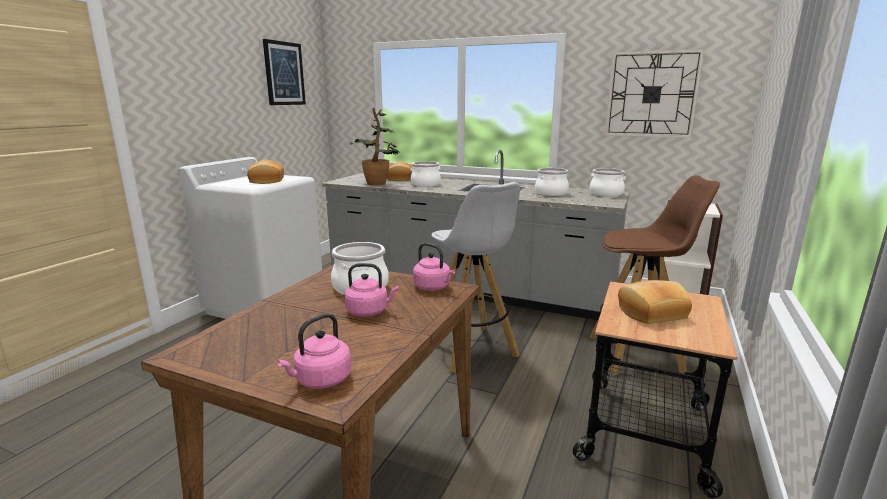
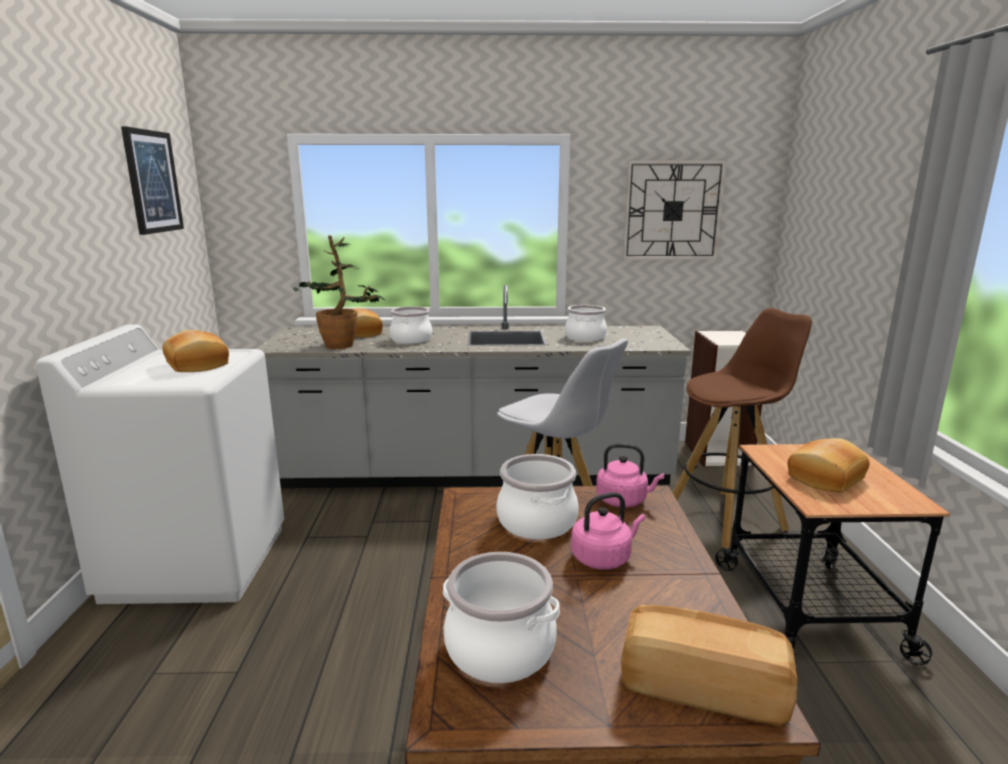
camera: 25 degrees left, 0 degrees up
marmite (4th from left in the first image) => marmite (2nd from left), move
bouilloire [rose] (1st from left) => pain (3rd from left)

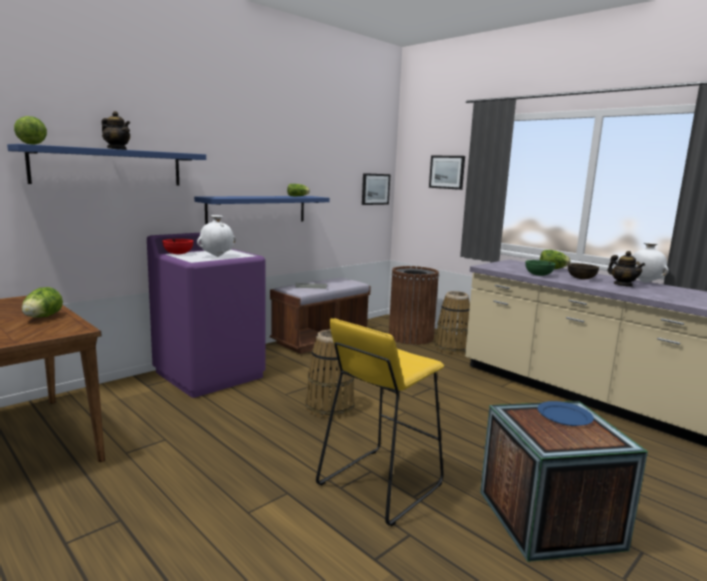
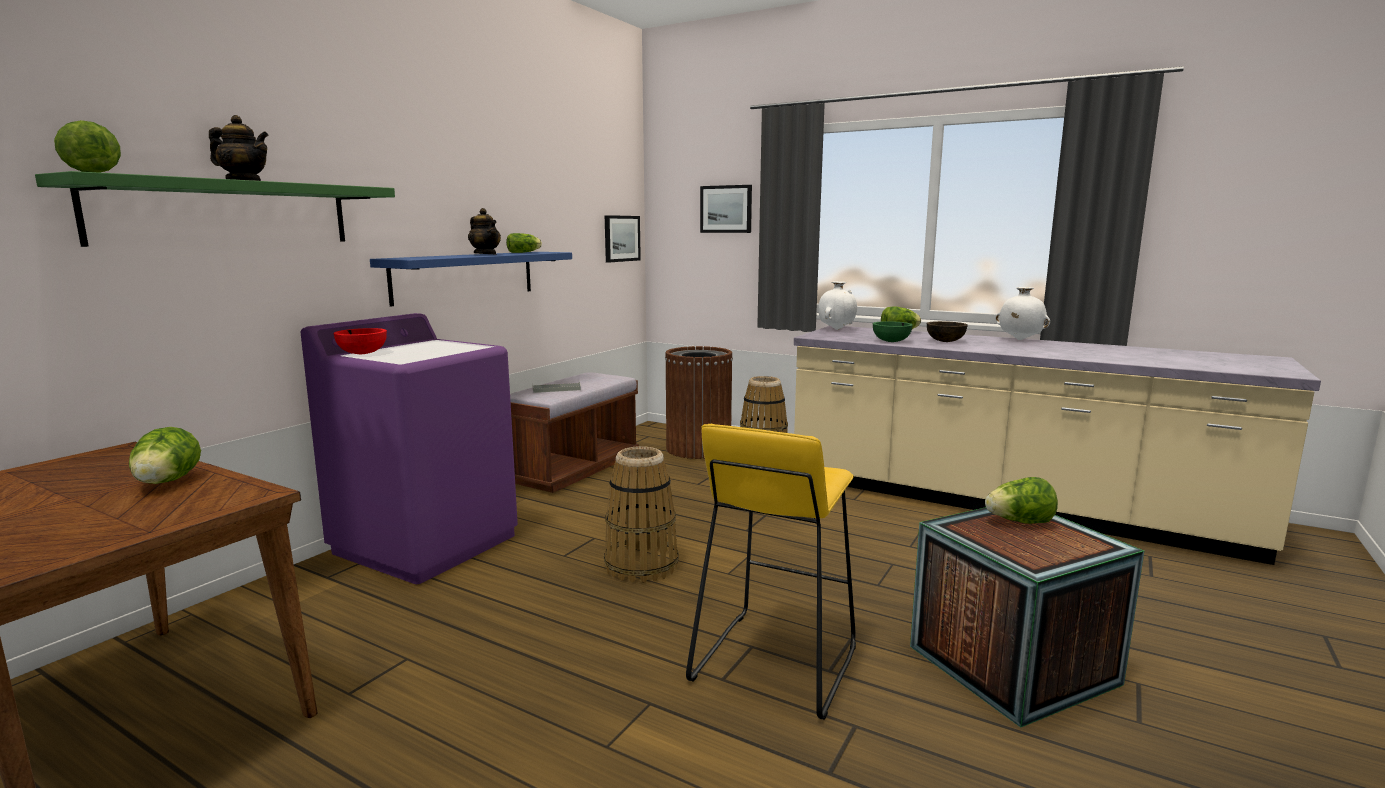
camera: 15 degrees left, 0 degrees up
vase [blanc] (1st from left), move
théière (2nd from left), move
assiette [bleu] => laitue (5th from left)
étagère [bleu] (1st from left) => étagère [vert]

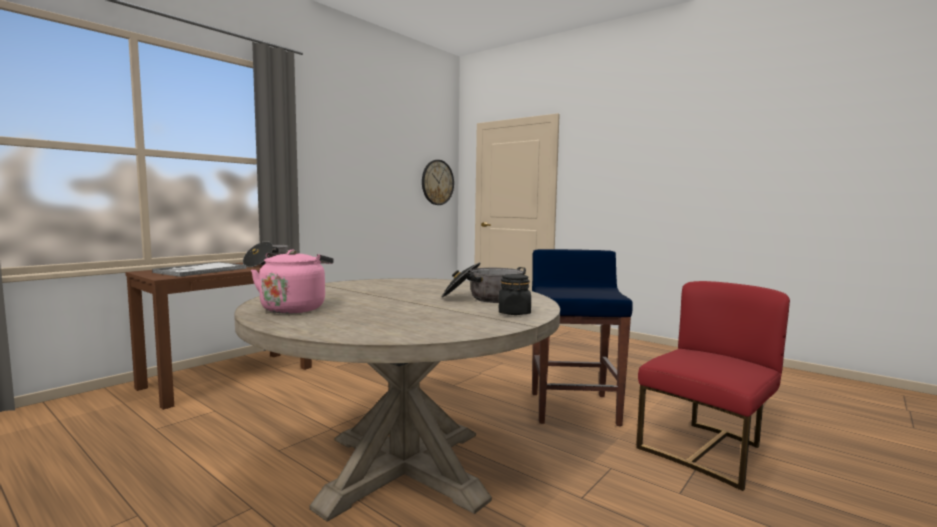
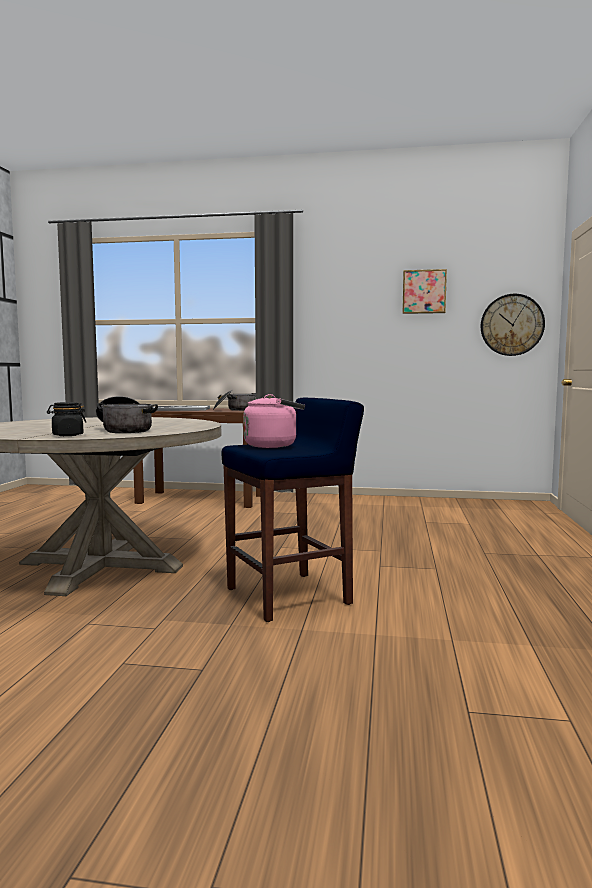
camera: 60 degrees right, 0 degrees up
chaise [rouge] => nothing
nothing => tableau
bouilloire [rose], move

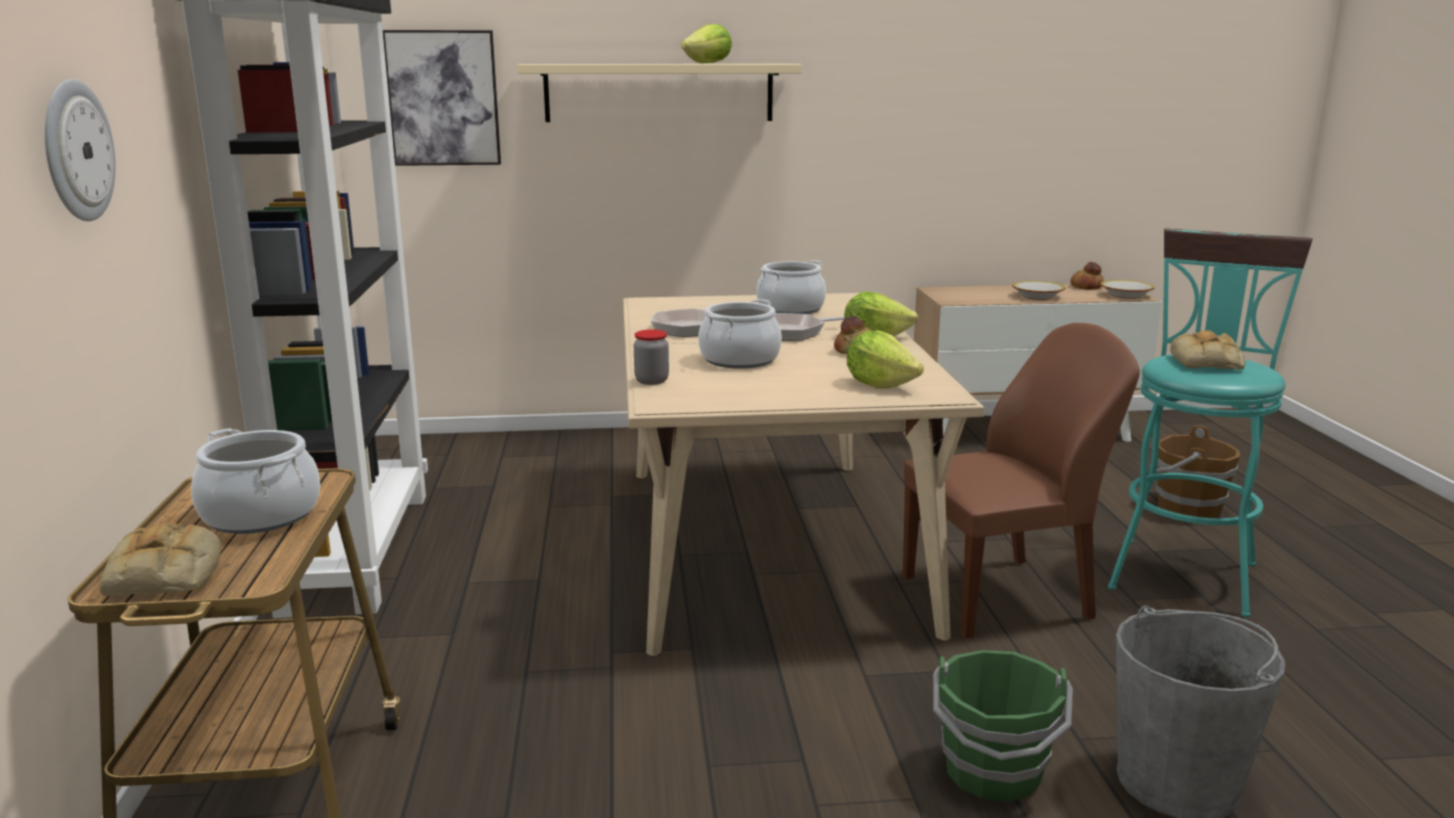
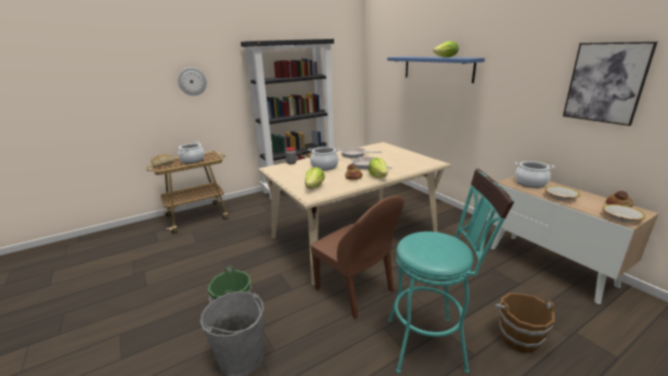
camera: 65 degrees right, 5 degrees up
pain (4th from left) => nothing
tableau, move
marmite (3rd from left), move
étagère [beige] => étagère [bleu]

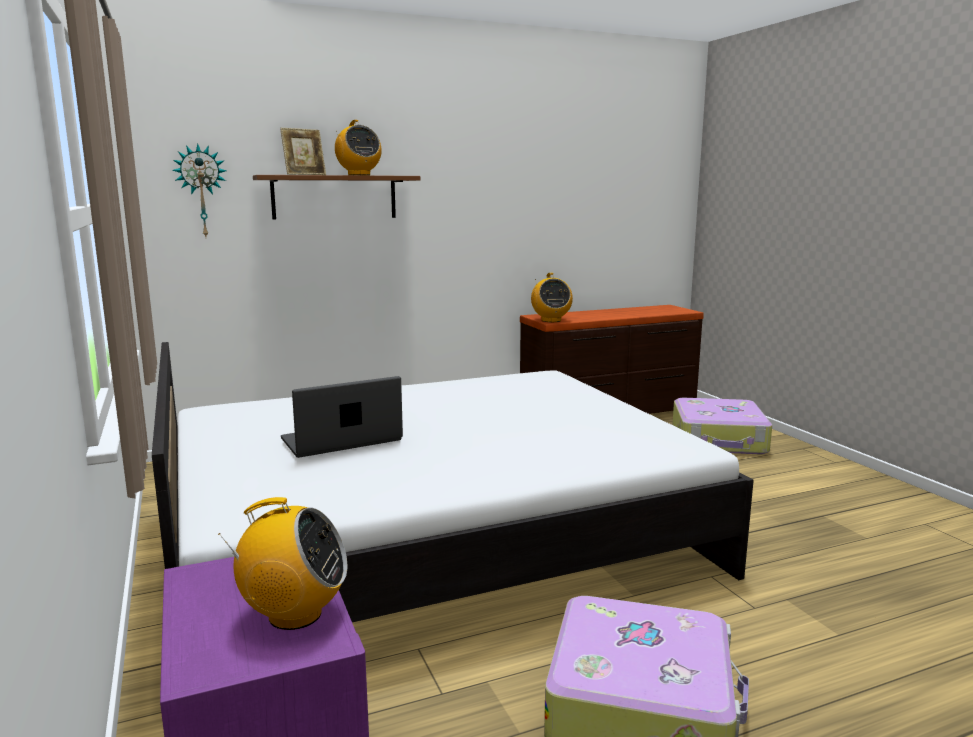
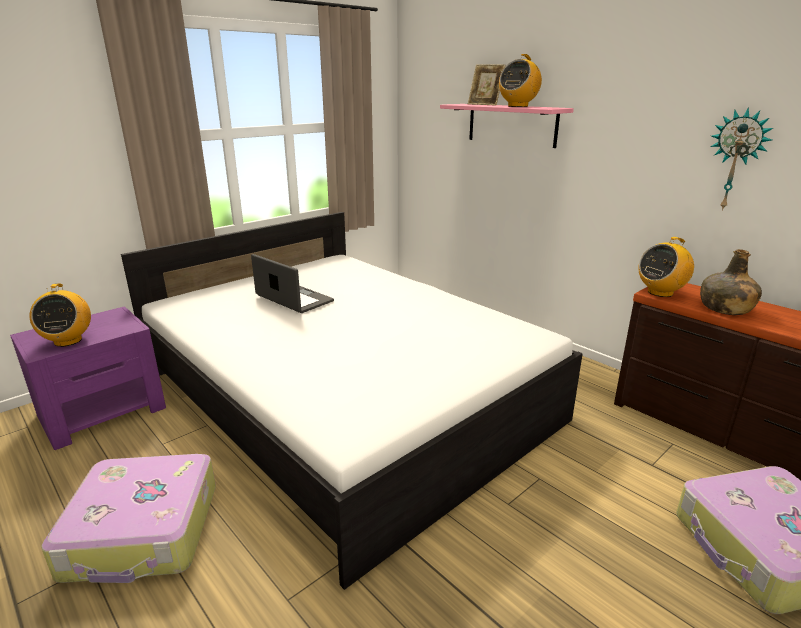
camera: 70 degrees right, 10 degrees up
nothing => bouteille [vert]
horloge murale, move
étagère [marron] => étagère [rose]

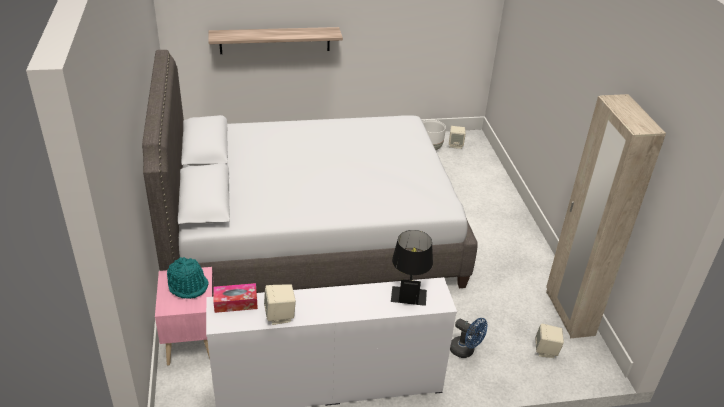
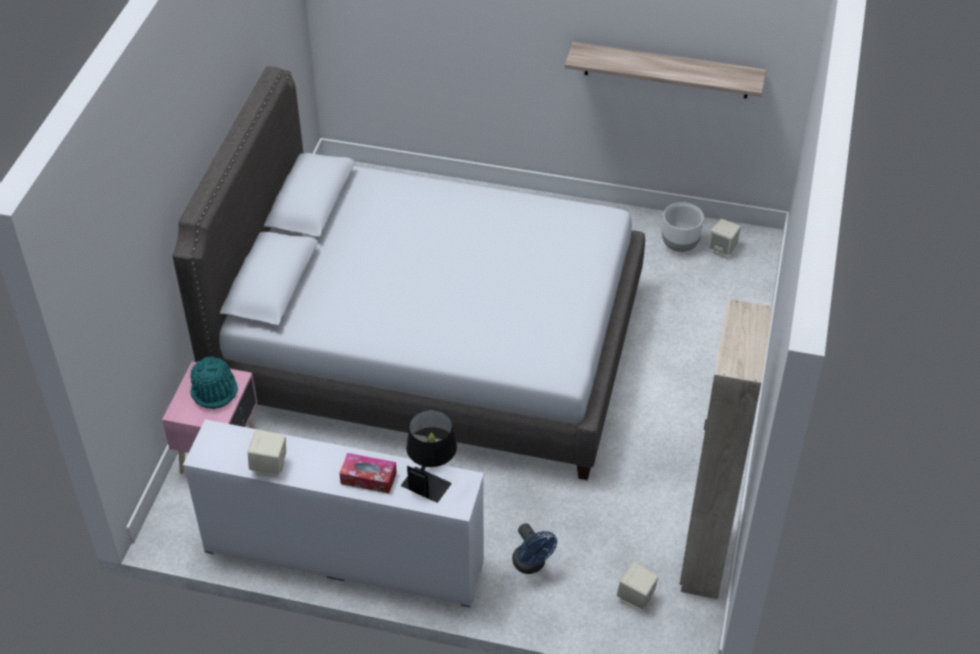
camera: 25 degrees right, 10 degrees up
étagère, move
boîte à mouchoirs, move

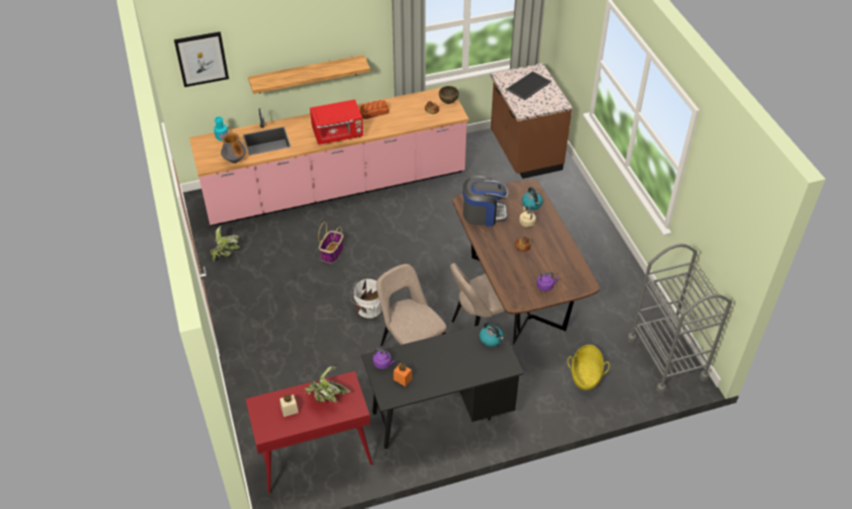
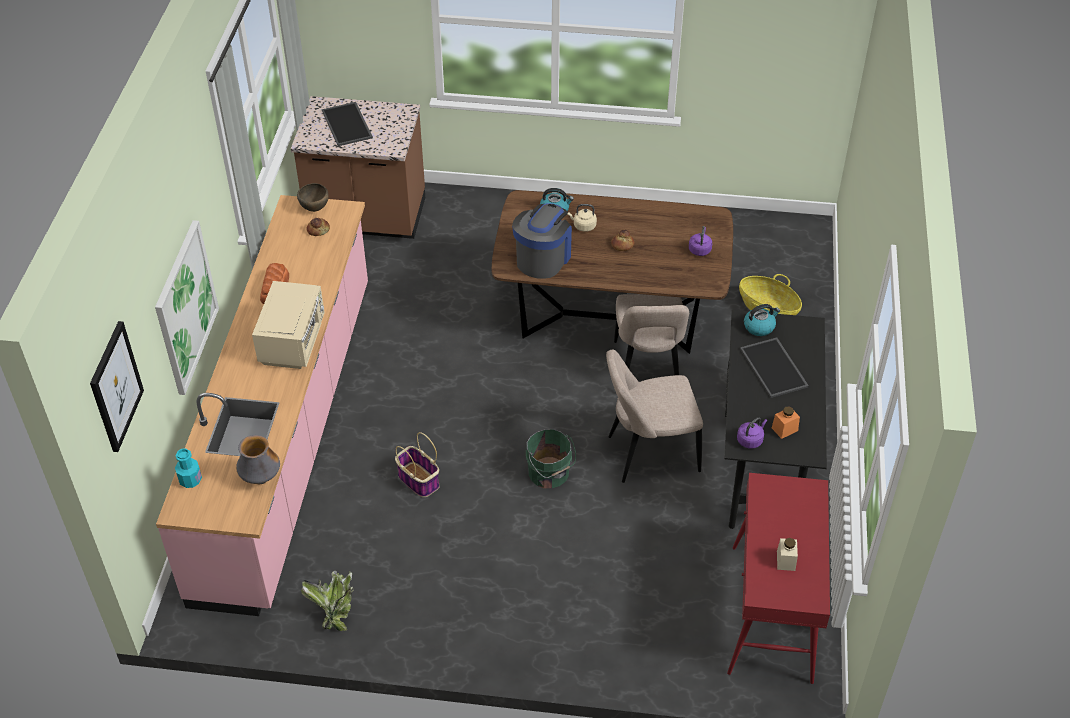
camera: 65 degrees left, 0 degrees up
plante en pot (2nd from left) => nothing
chariot [gris] => nothing
nothing => plateau (2nd from left)
étagère => tableau (2nd from left)
micro-ondes [rouge] => micro-ondes [beige]
seau [blanc] => seau [vert]

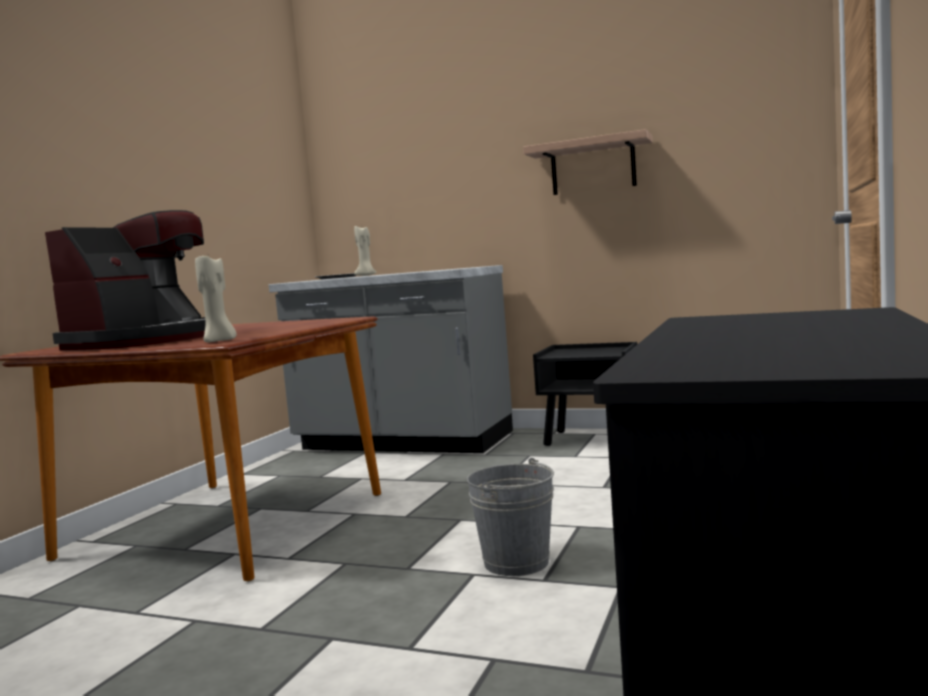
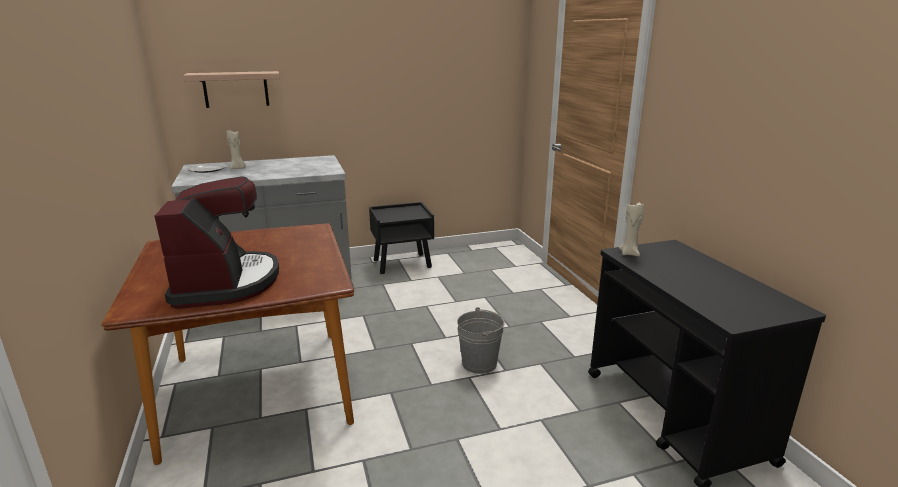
camera: 40 degrees left, 15 degrees up
bougie [beige] (1st from left in the first image) => bougie [beige] (2nd from left), move
étagère, move

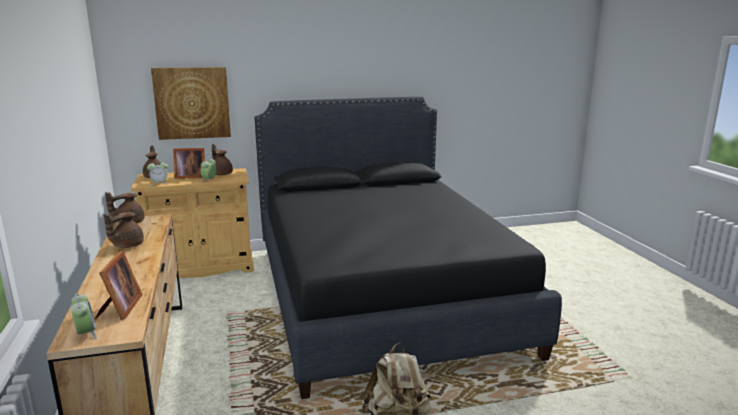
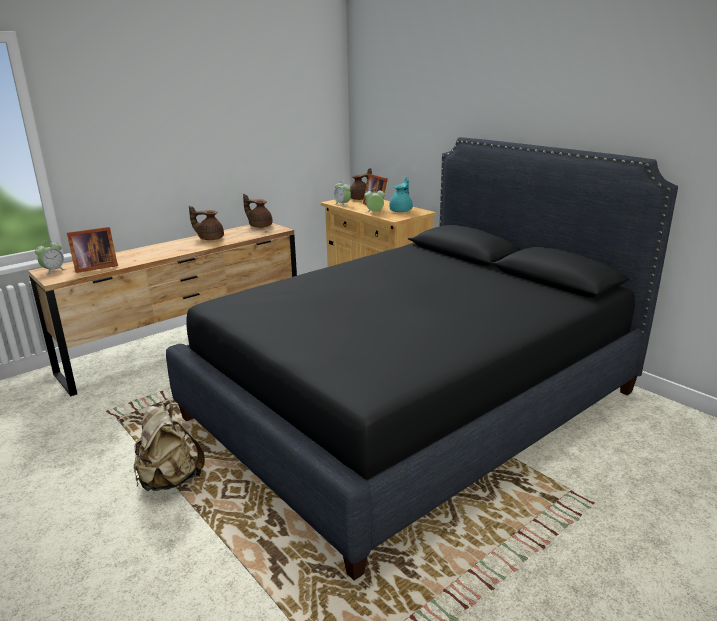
camera: 65 degrees right, 5 degrees up
tableau => nothing
théière [marron] (4th from left) => théière [turquoise]

